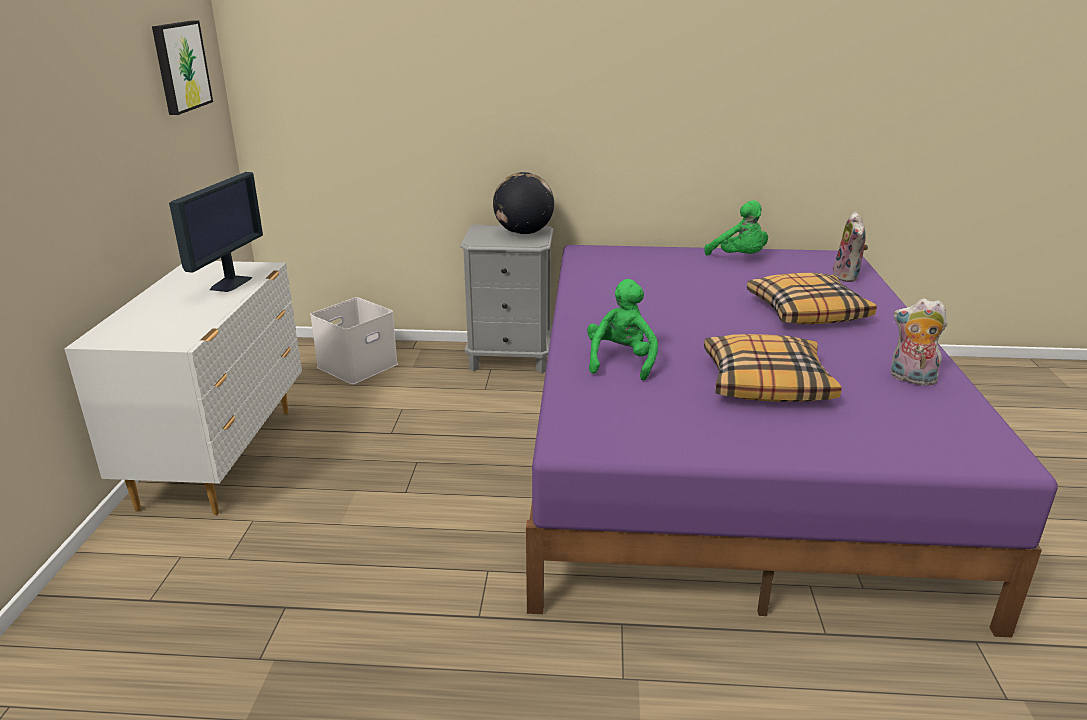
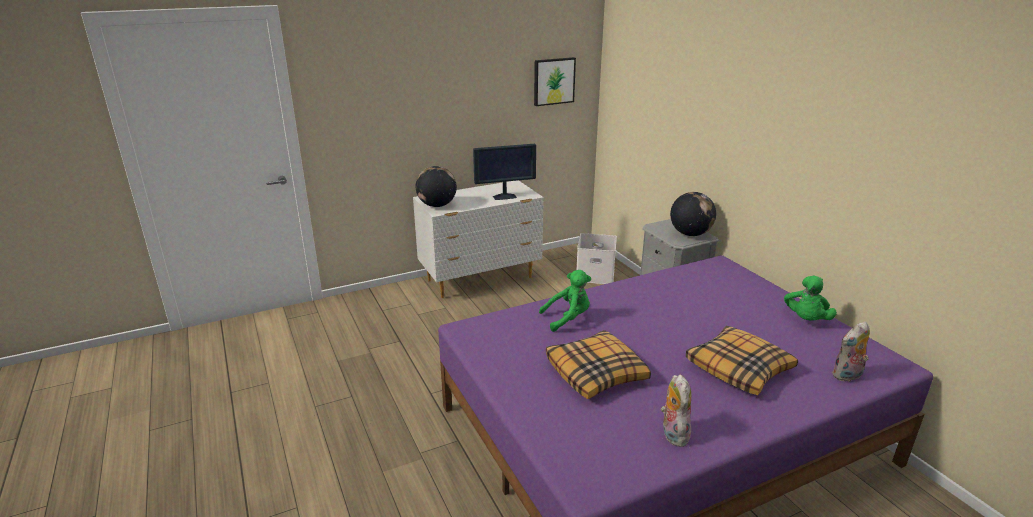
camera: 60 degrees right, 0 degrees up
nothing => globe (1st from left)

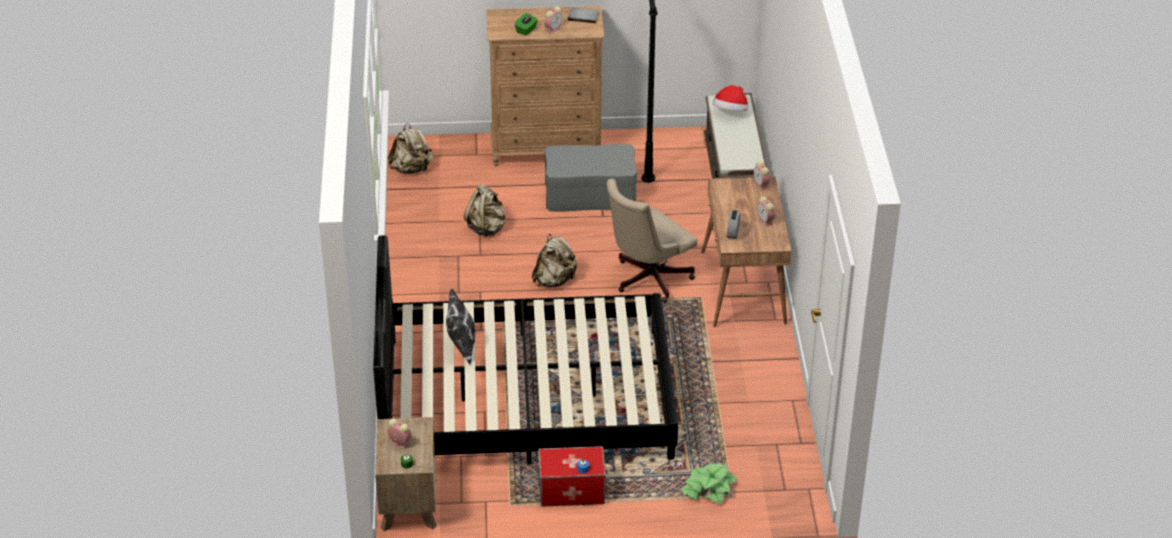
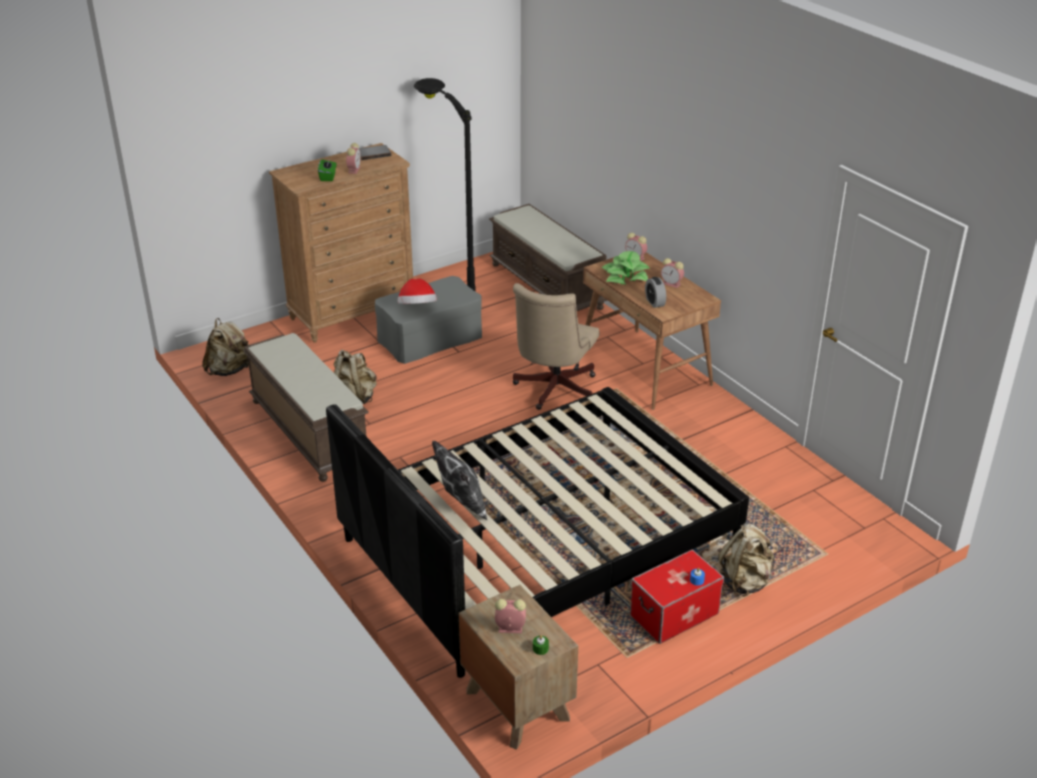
camera: 30 degrees left, 5 degrees down
nothing => banc [marron] (1st from left)
sac à dos [beige] (3rd from left), move
plante en pot, move
chapeau, move

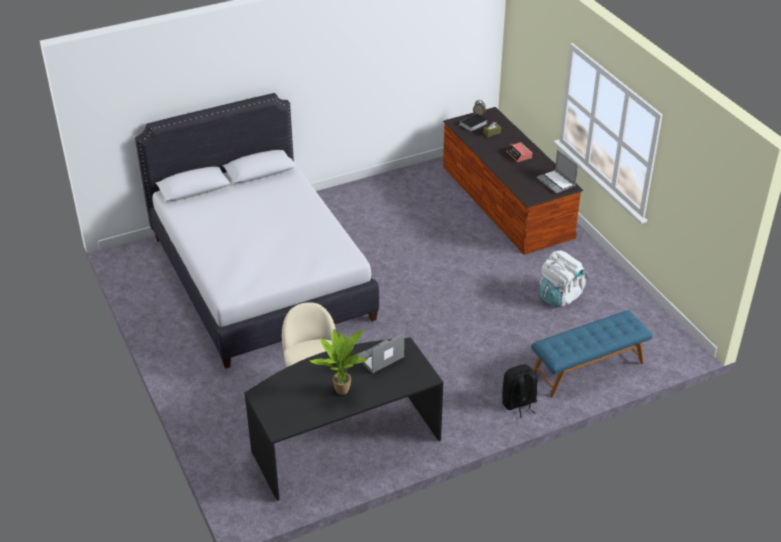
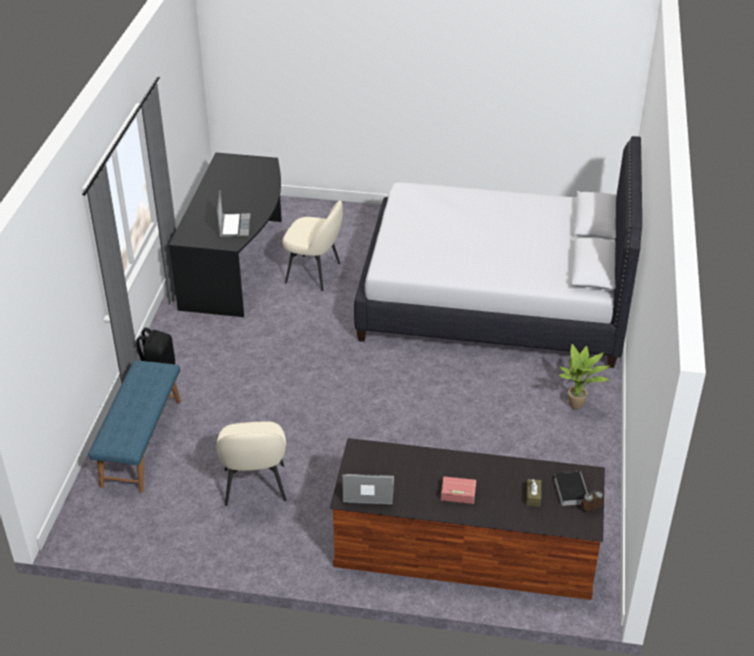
camera: 125 degrees right, 0 degrees up
plante en pot, move
sac à dos [blanc] => chaise [beige] (1st from left)

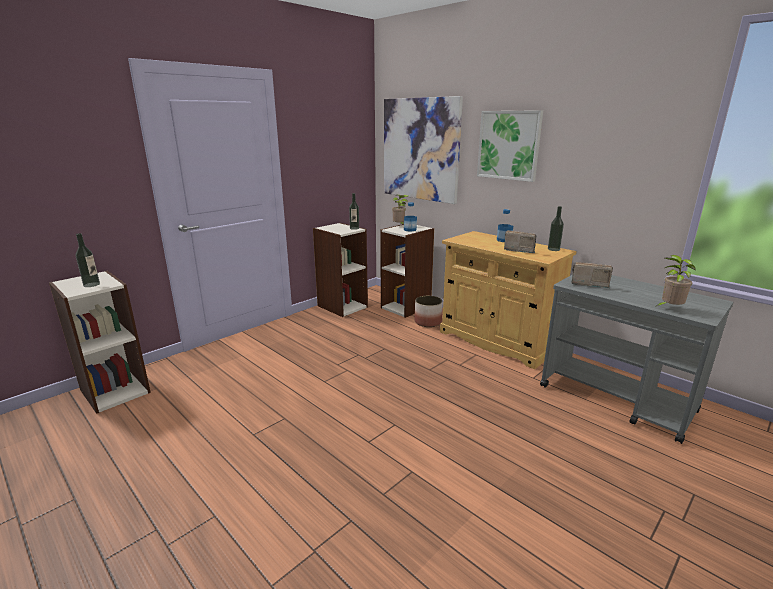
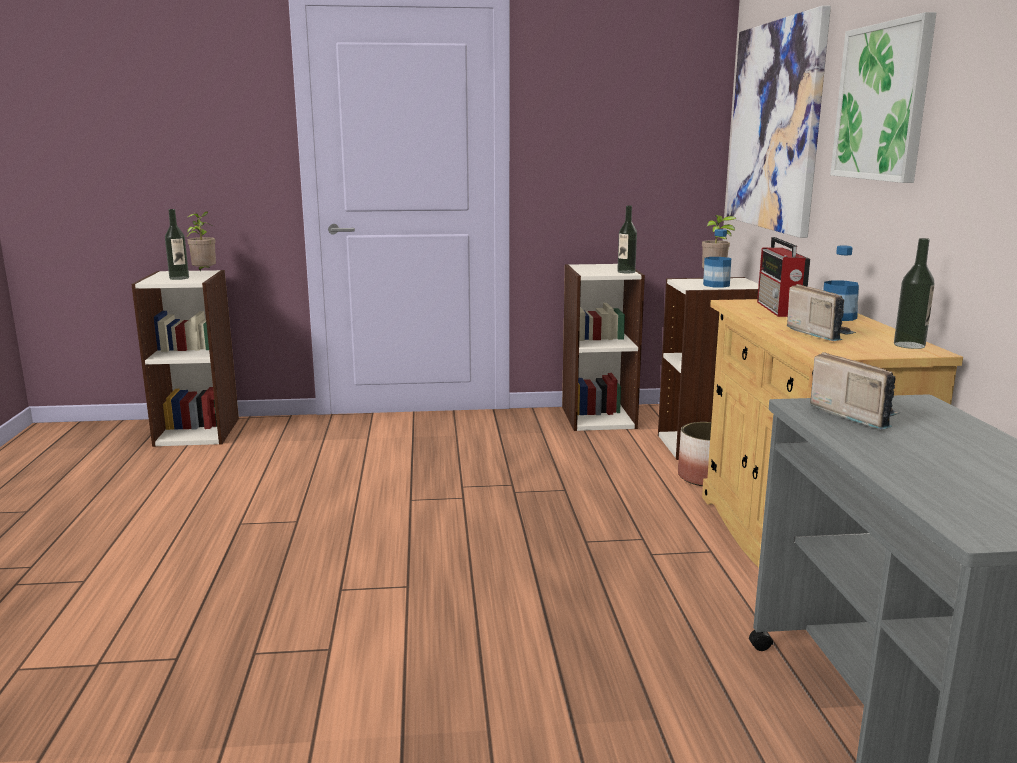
camera: 40 degrees right, 5 degrees down
nothing => radio (1st from left)
plante en pot (2nd from left in the first image) => plante en pot (1st from left), move

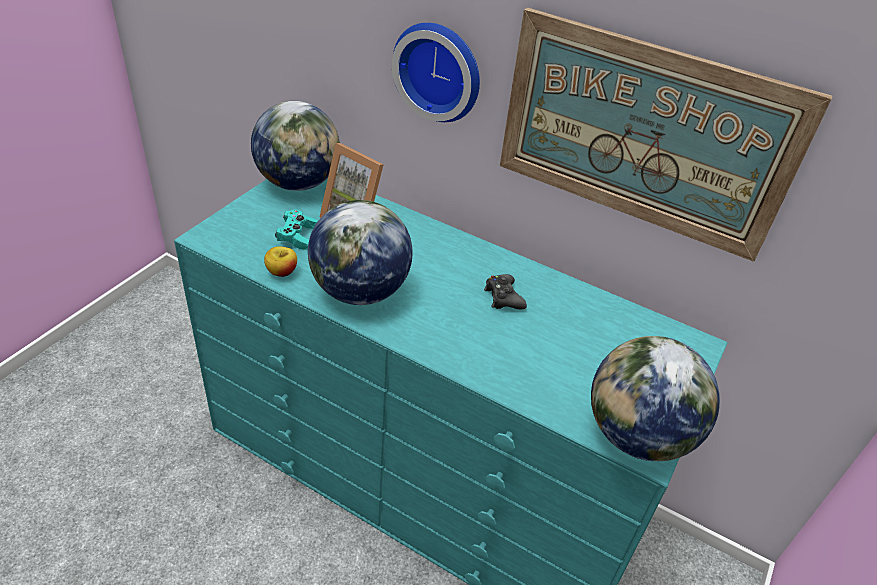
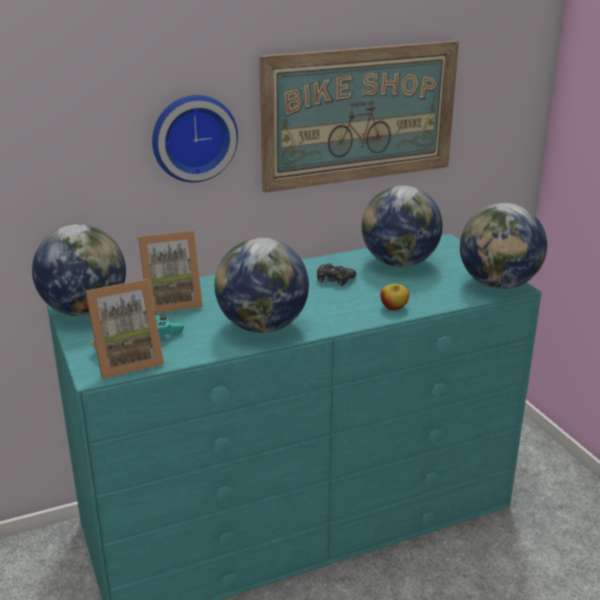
camera: 50 degrees left, 15 degrees down
nothing => cadre photo (1st from left)
nothing => globe (3rd from left)
pomme, move

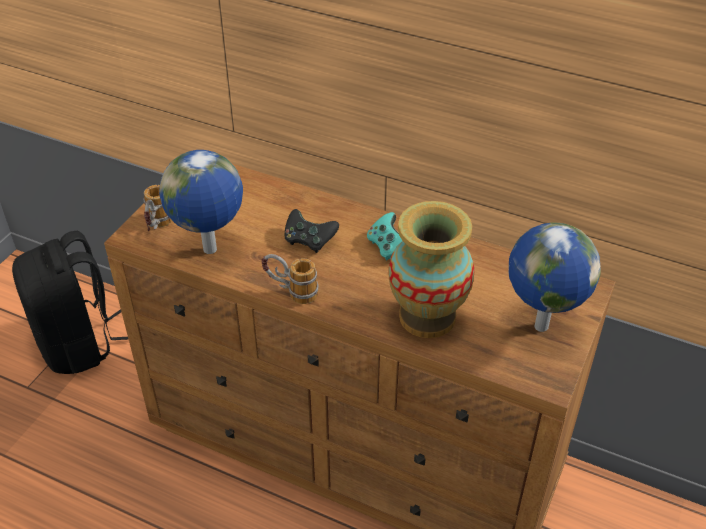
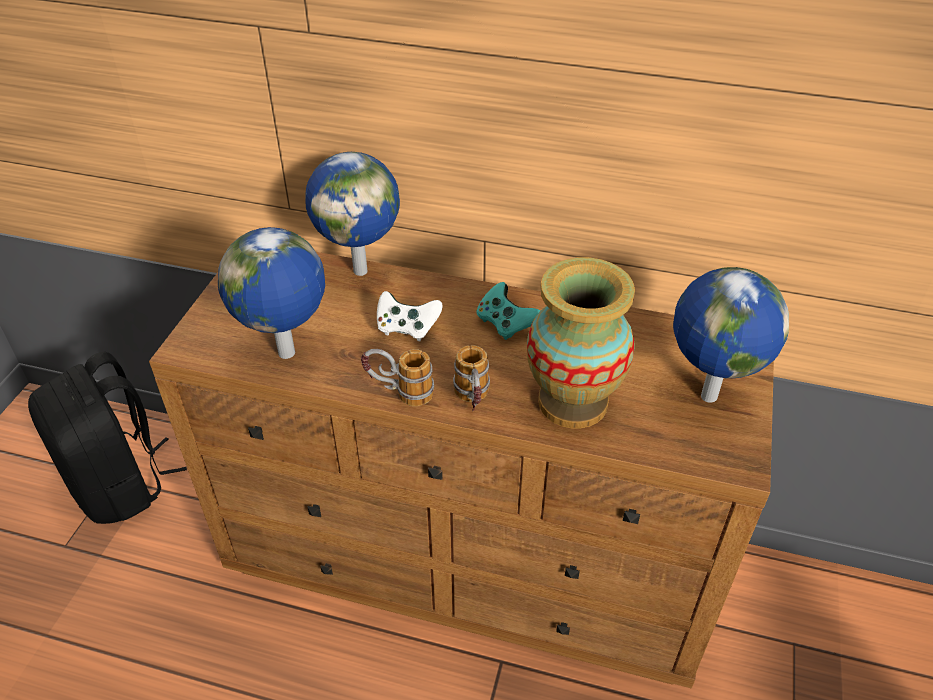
camera: 10 degrees left, 0 degrees up
nothing => globe (2nd from left)
mug (1st from left in the first image) => mug (2nd from left), move
manette [noir] => manette [blanc]

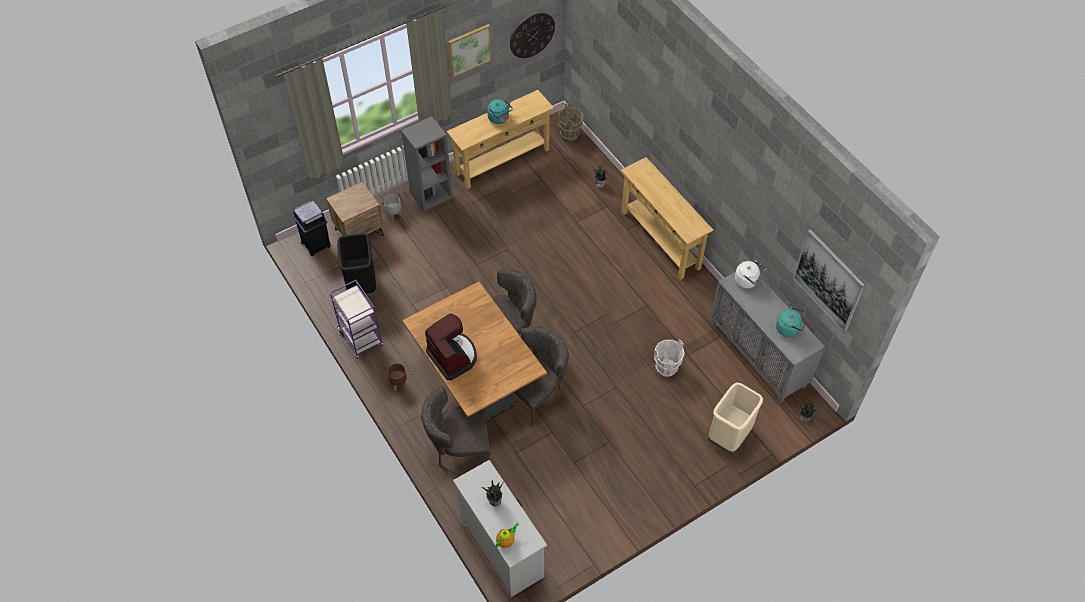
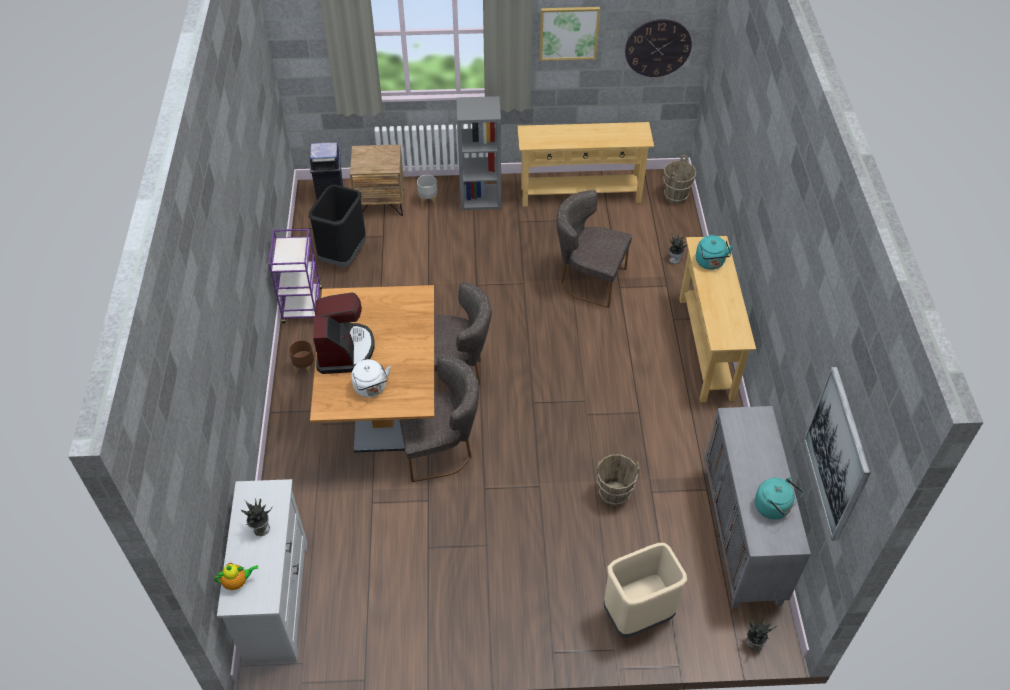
camera: 30 degrees right, 5 degrees down
chaise [gris] (1st from left in the first image) => chaise [gris] (3rd from left), move
bouilloire [turquoise] (1st from left), move
bouilloire [blanc], move
seau [blanc] => seau [marron] (1st from left)

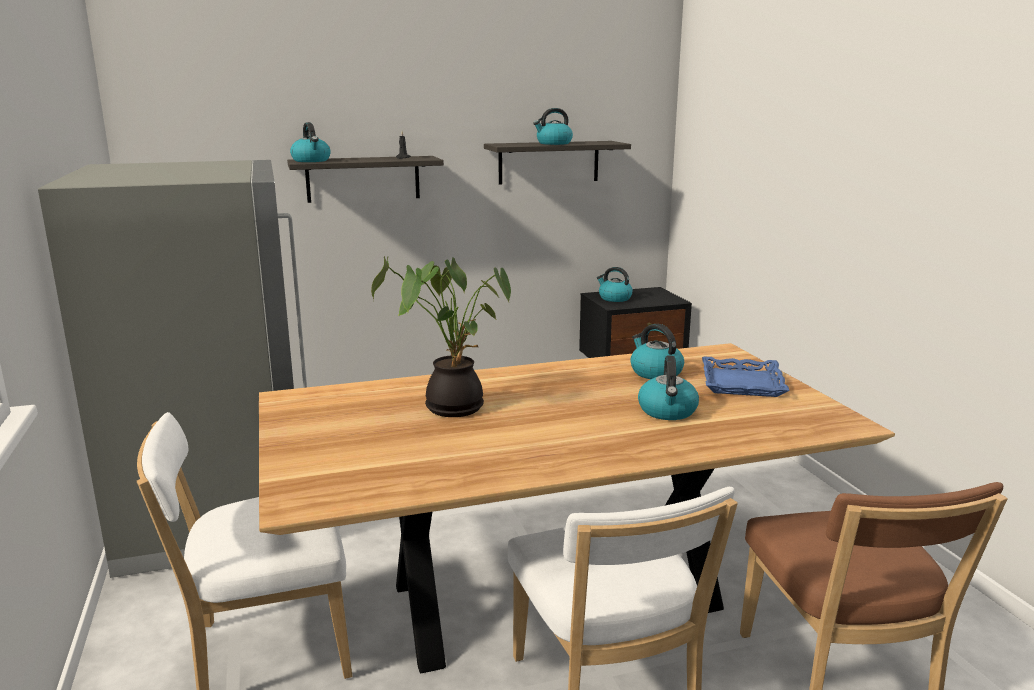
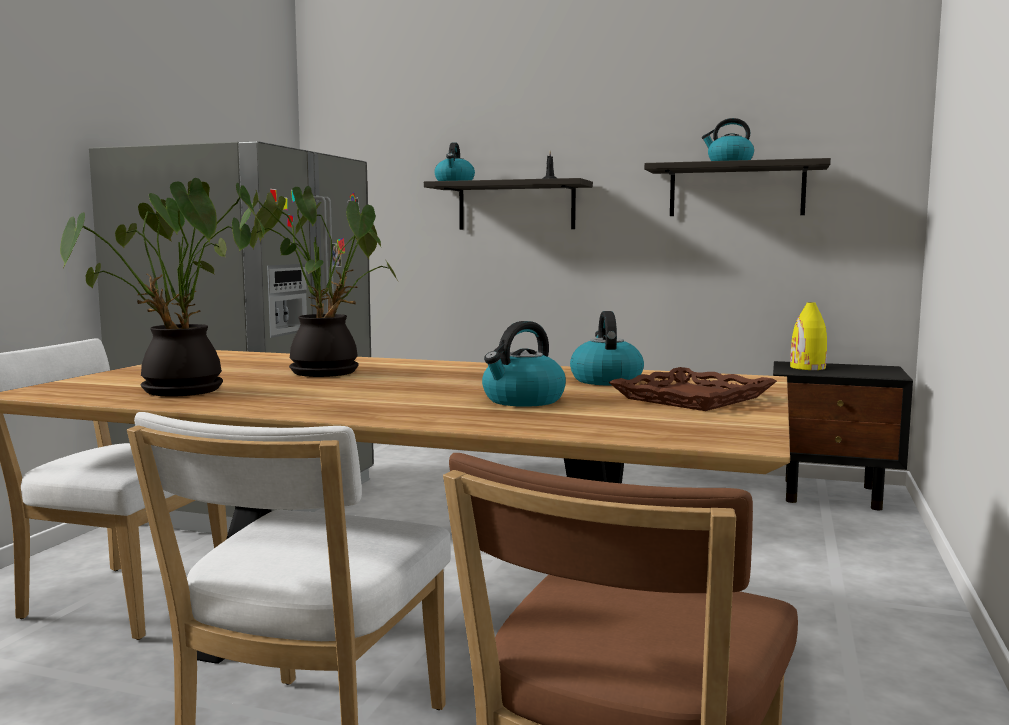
camera: 35 degrees right, 10 degrees down
nothing => plante en pot (1st from left)
bouilloire (3rd from left) => vase [jaune]
plateau [bleu] => plateau [marron]

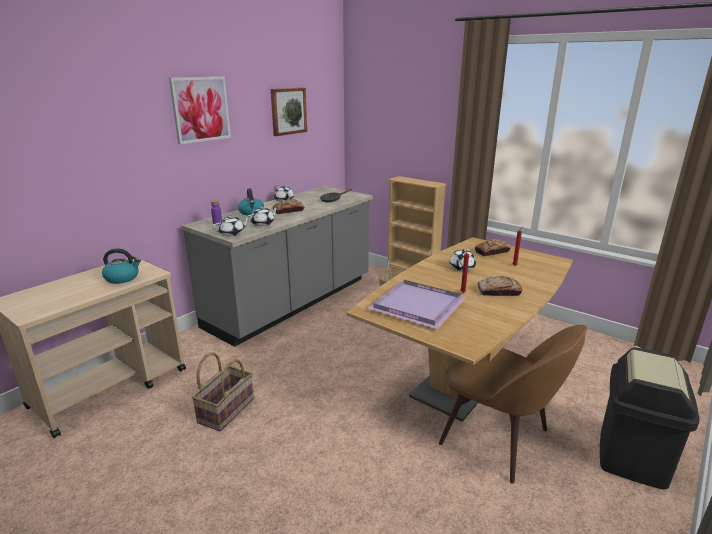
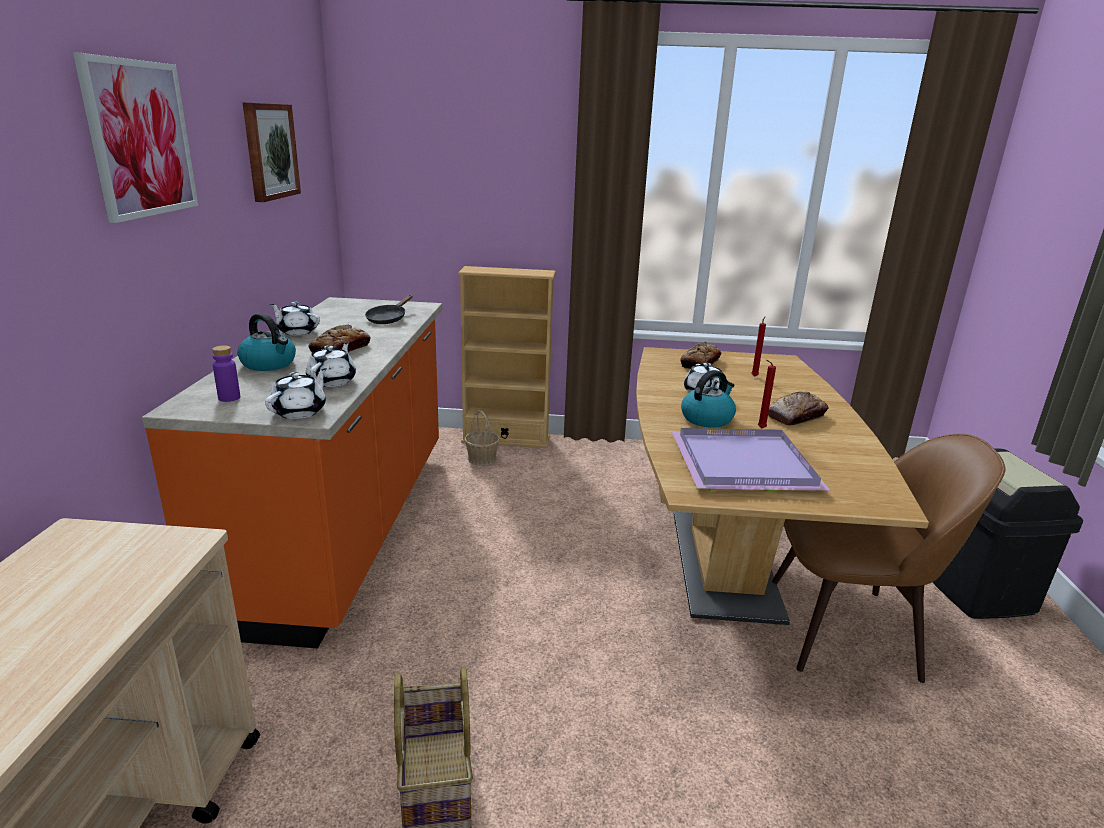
camera: 35 degrees left, 0 degrees up
bouilloire (1st from left in the first image) => bouilloire (2nd from left), move
comptoir de cuisine [gris] => comptoir de cuisine [orange]

